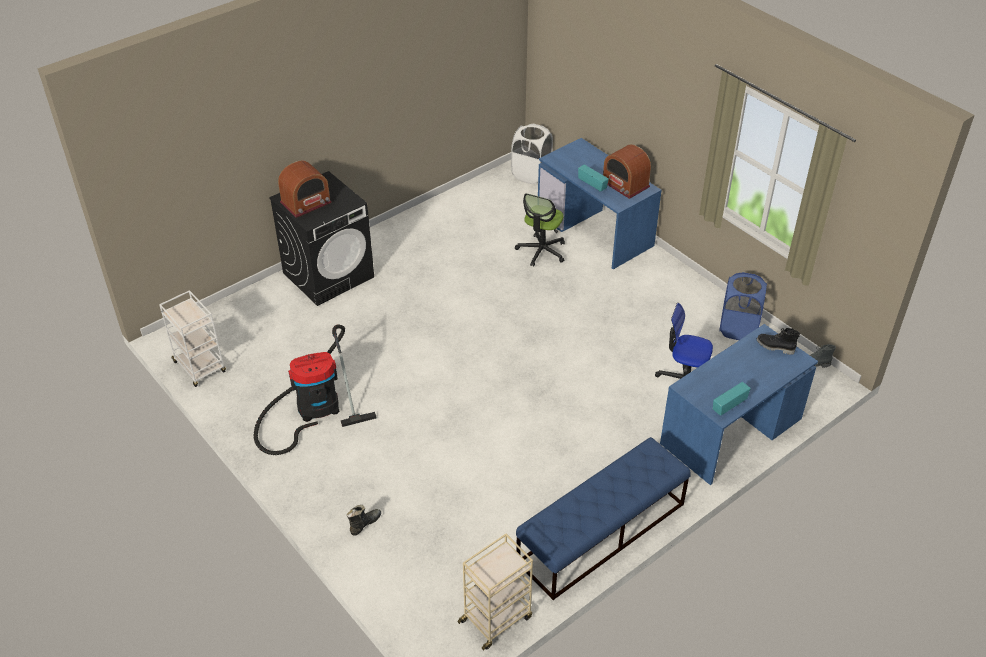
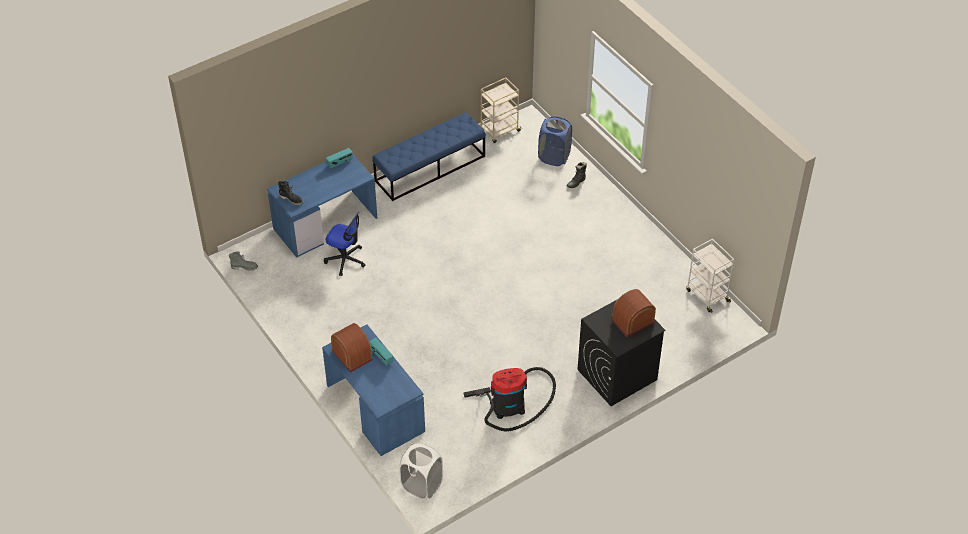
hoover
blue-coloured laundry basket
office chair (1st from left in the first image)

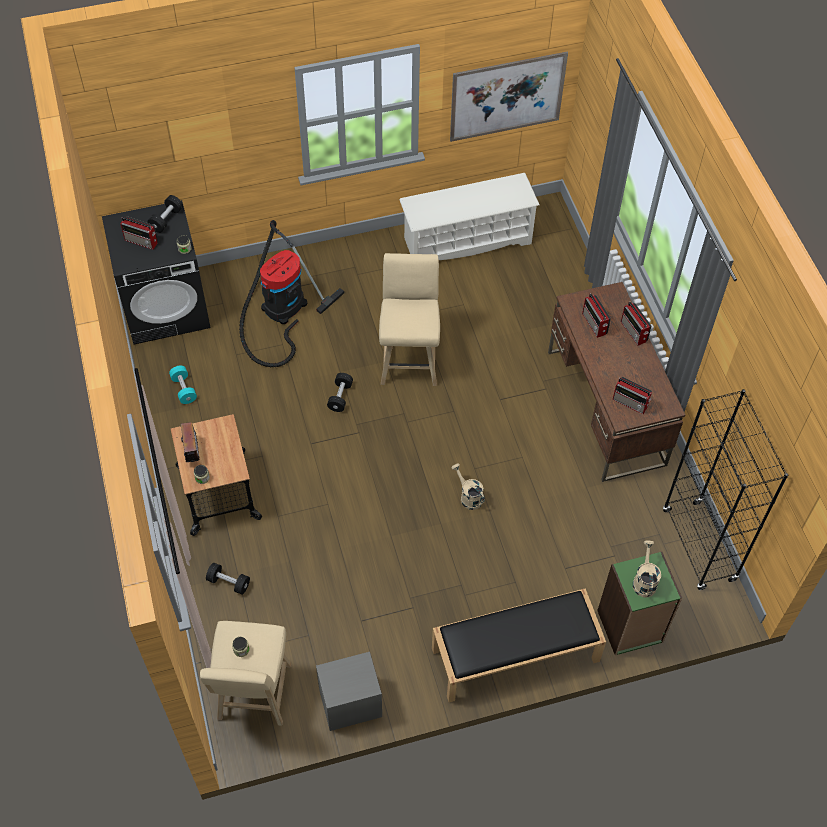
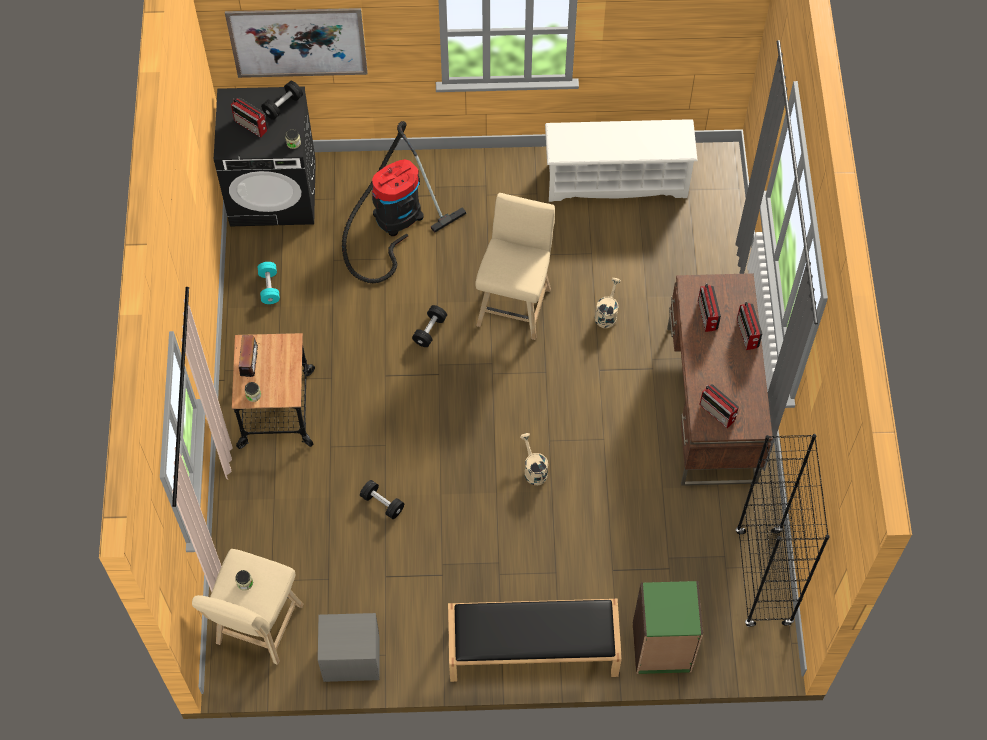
wall art
black-coloured hand weight (2nd from left)
sand-coloured watering can (2nd from left)

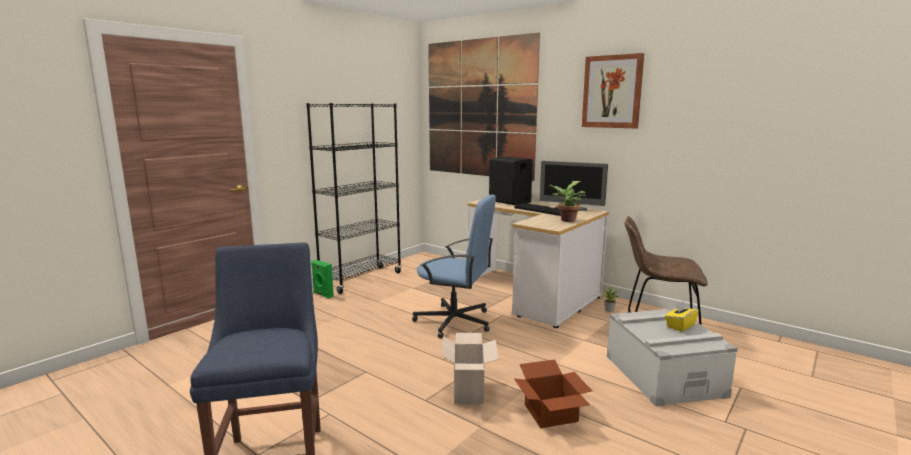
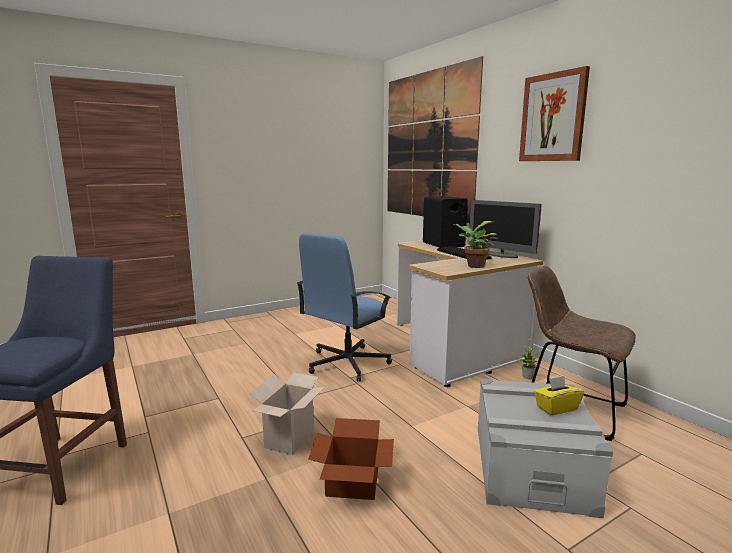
blue-coloured office chair
black-coloured bookcase
green speaker

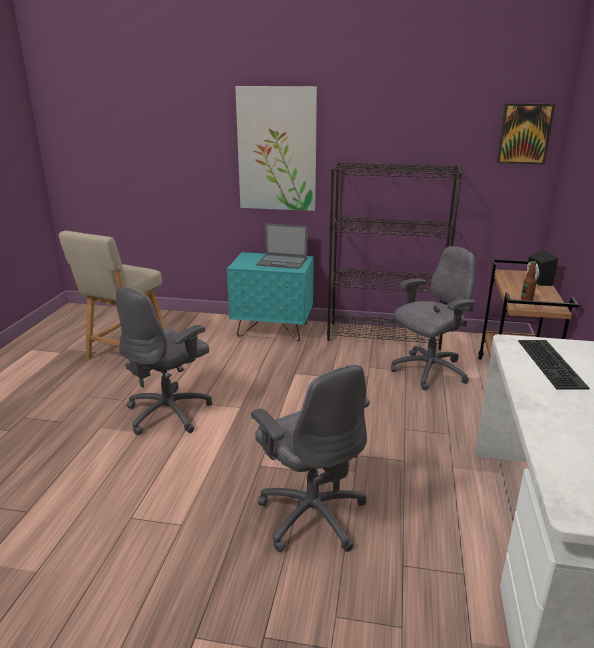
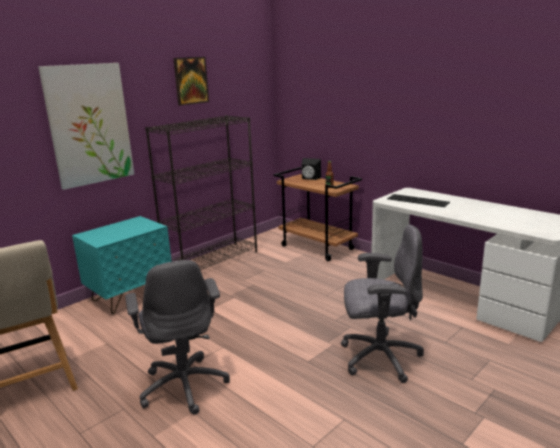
wall art (2nd from left)
portable computer
greyish office chair (3rd from left in the first image)

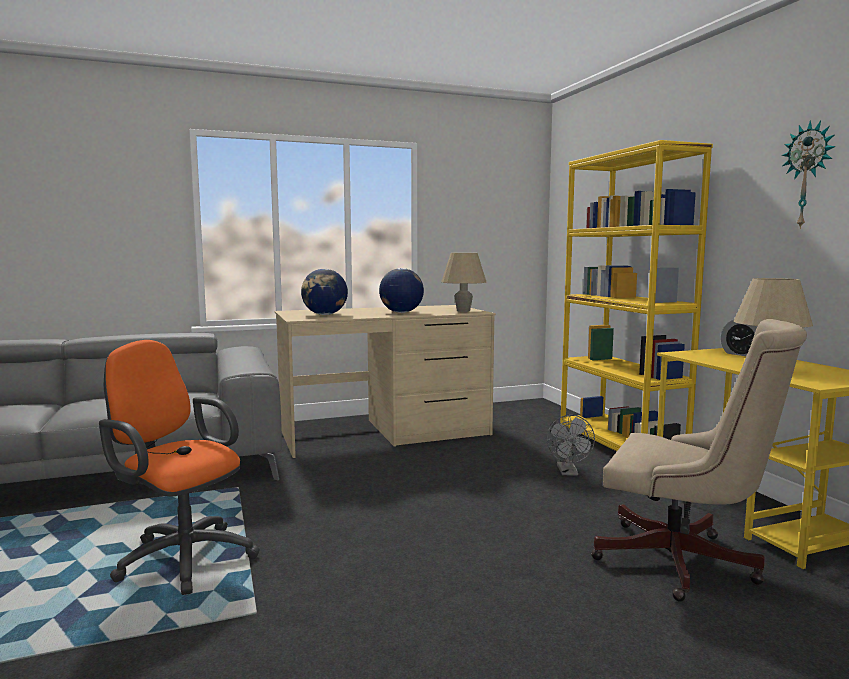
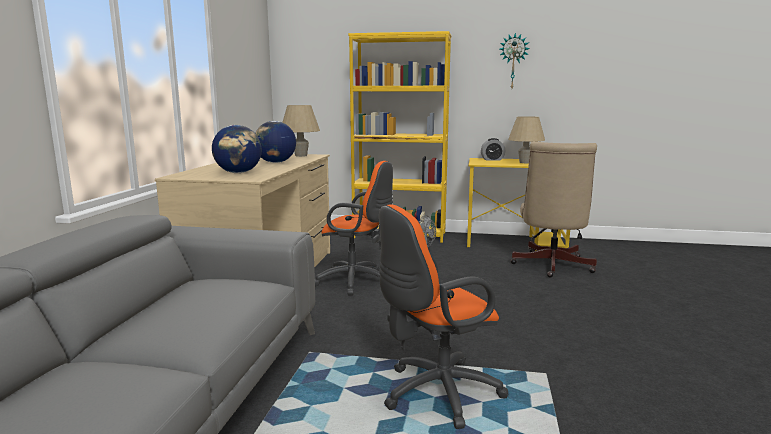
orange-coloured office chair (1st from left)
sand-coloured office chair

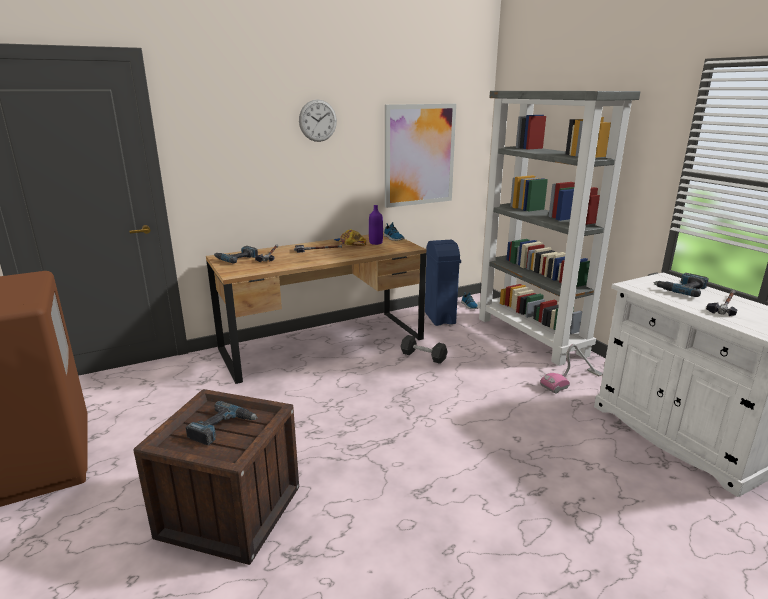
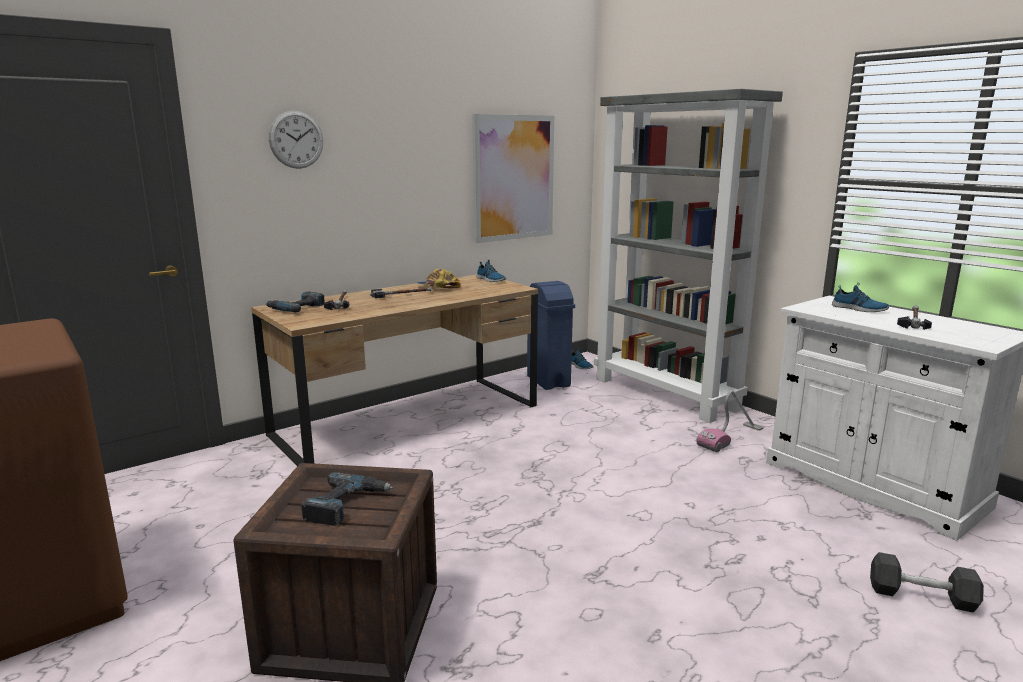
clock on the wall
low shoe (3rd from left)
black-coloured hand weight
purplish drink bottle

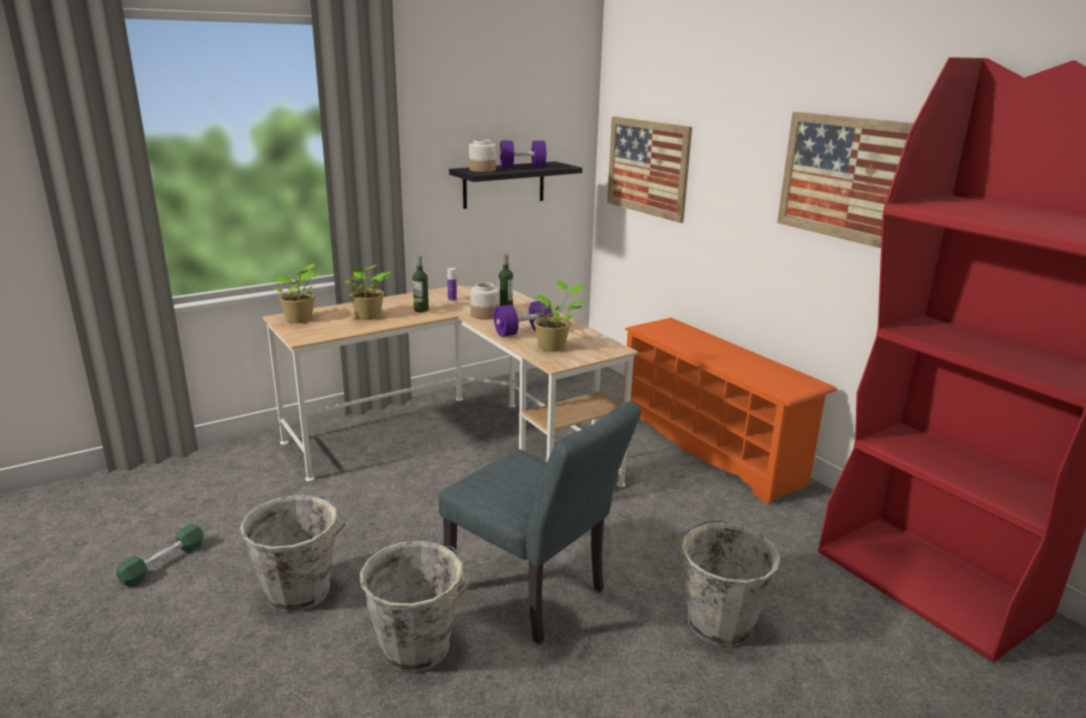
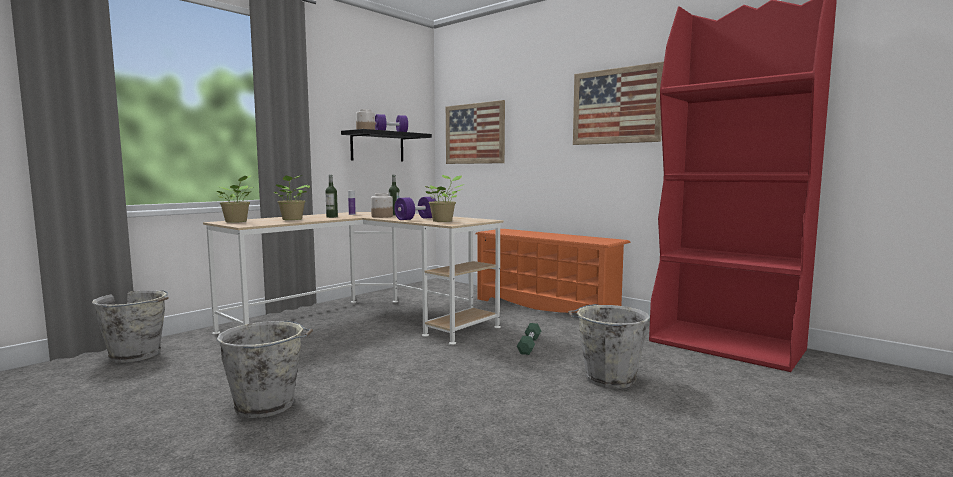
greyish bucket (1st from left)
green hand weight
greyish upright chair

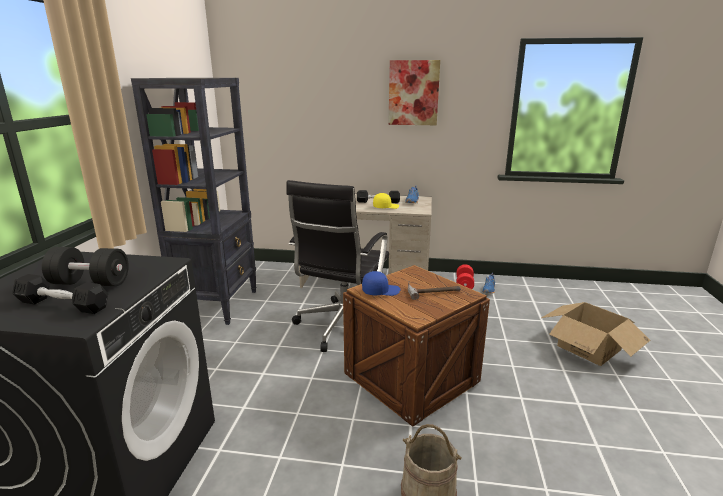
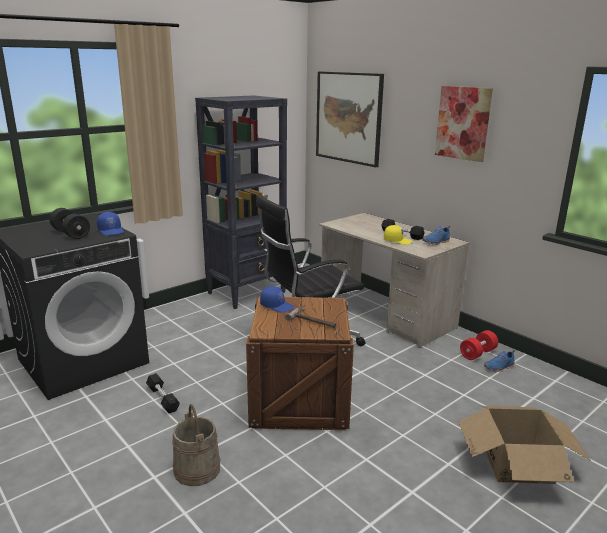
blue-coloured baseball cap (1st from left)
black-coloured hand weight (2nd from left)
wall art (1st from left)

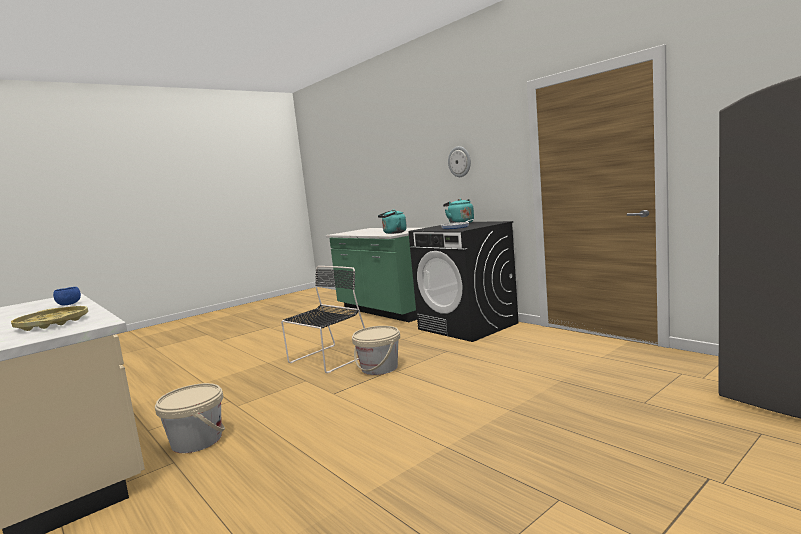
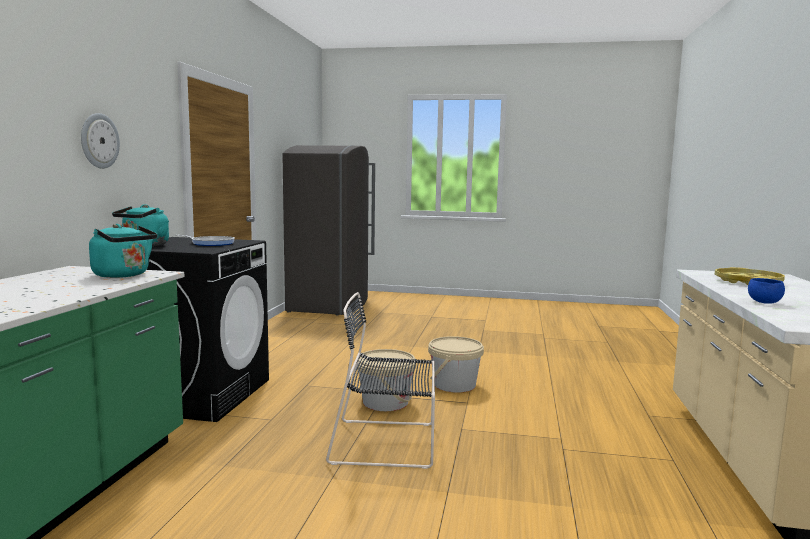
sand-coloured bucket (2nd from left)

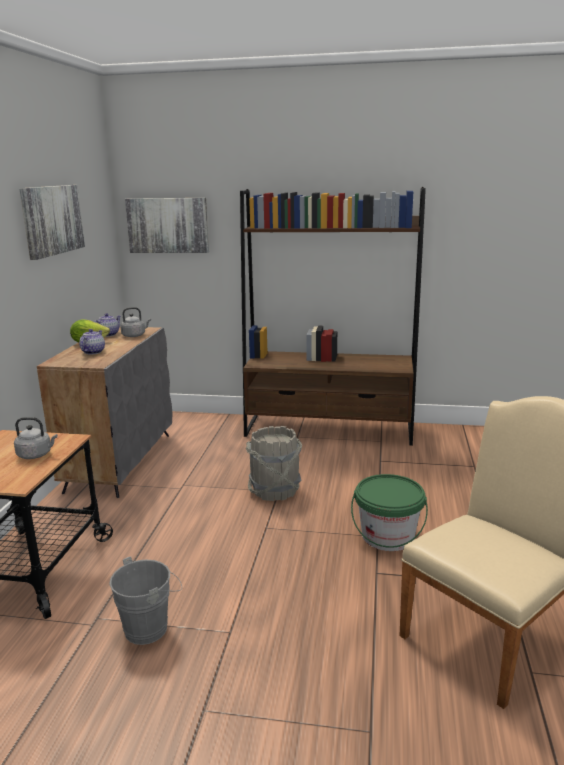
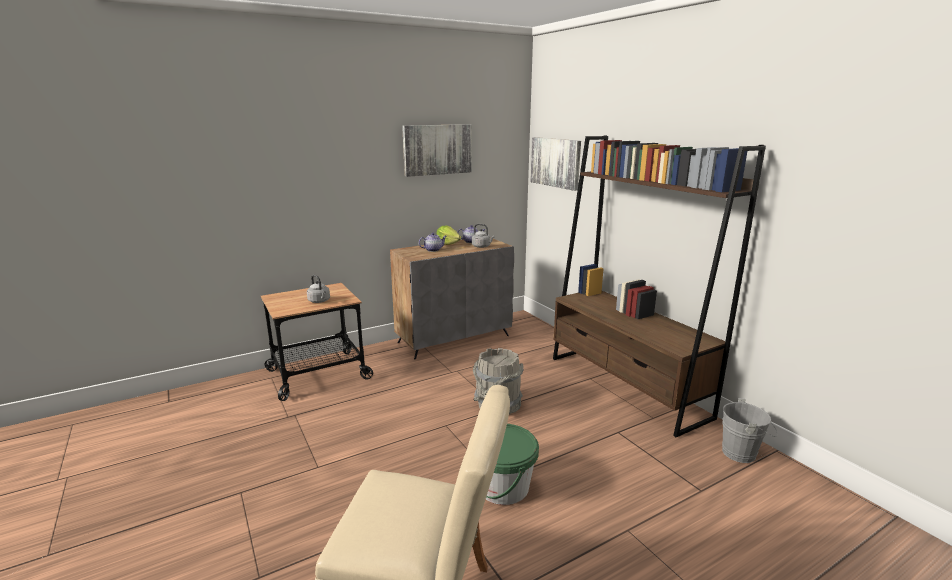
greyish bucket (2nd from left)

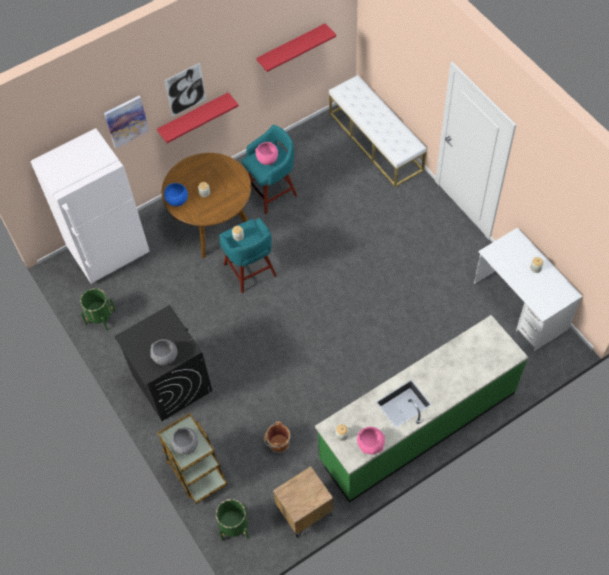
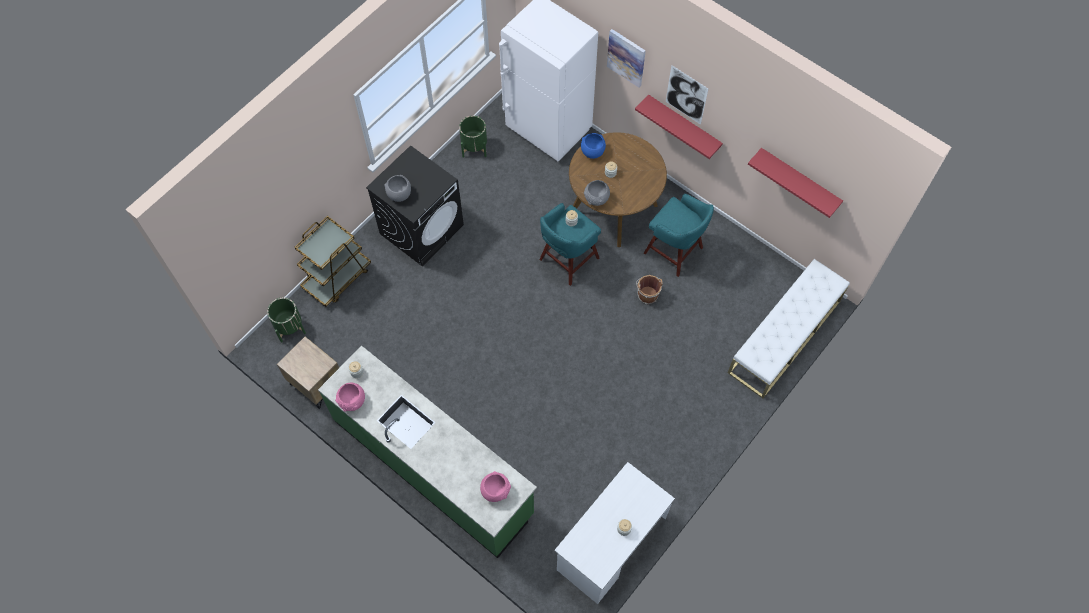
pinkish bowl (2nd from left)
greyish bowl (2nd from left)
brown bucket

